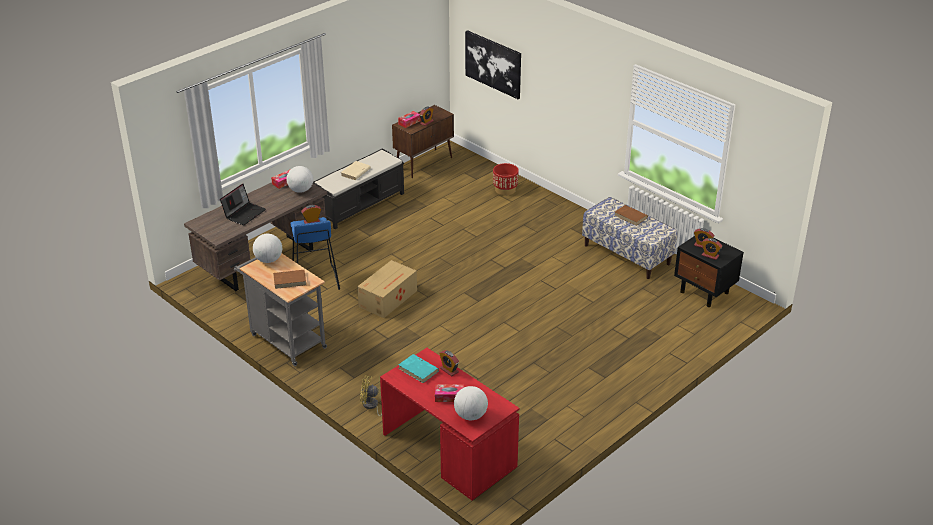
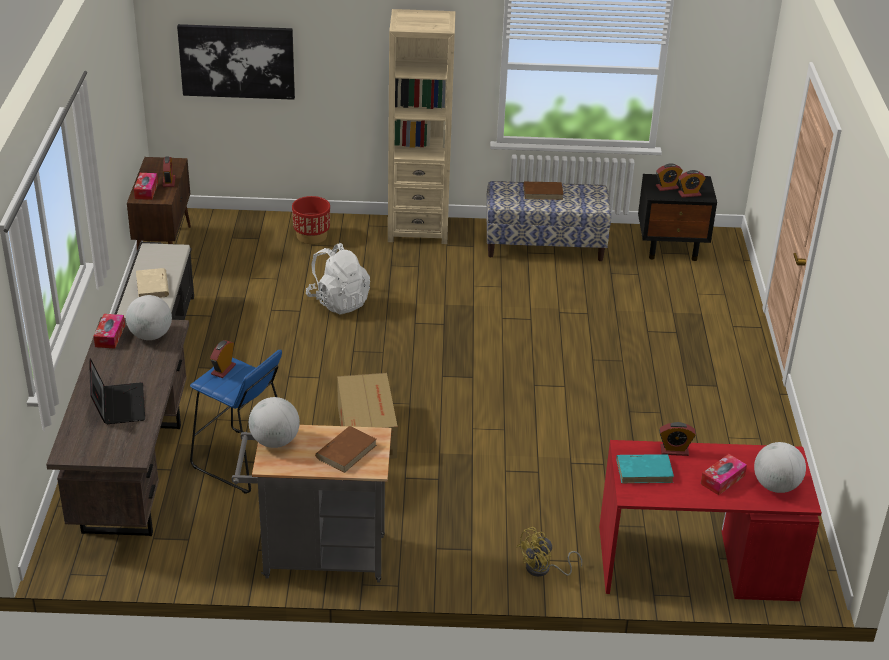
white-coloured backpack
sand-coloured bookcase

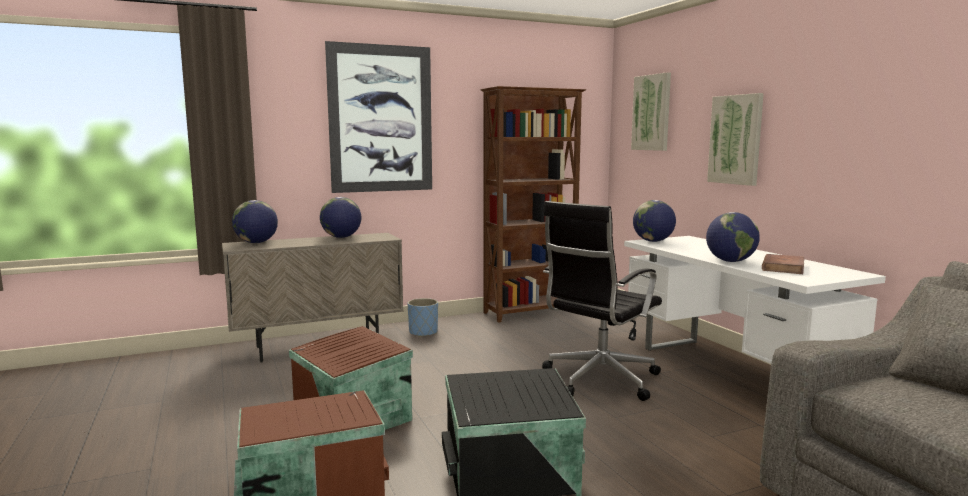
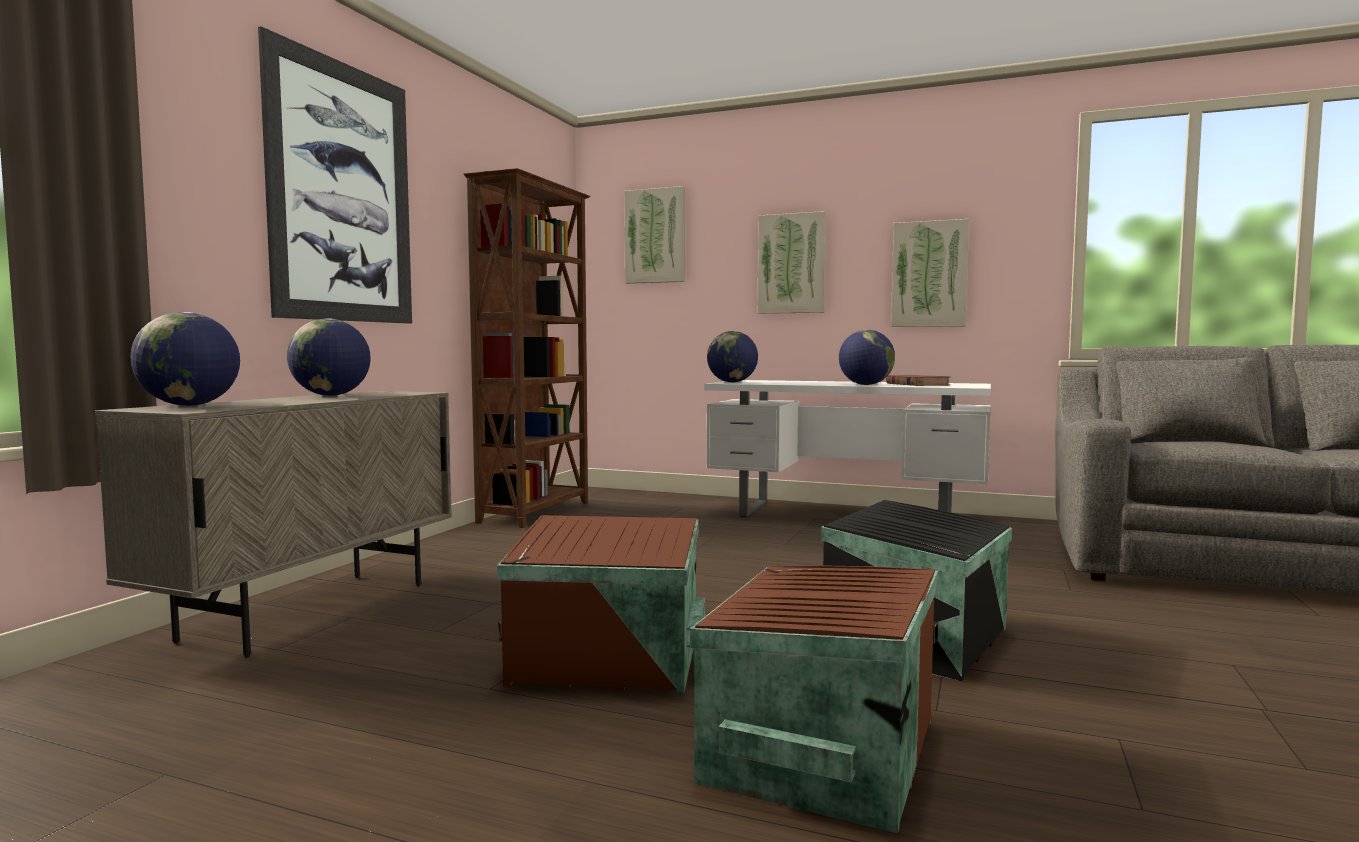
wall art (4th from left)
blue-coloured planter
black-coloured office chair

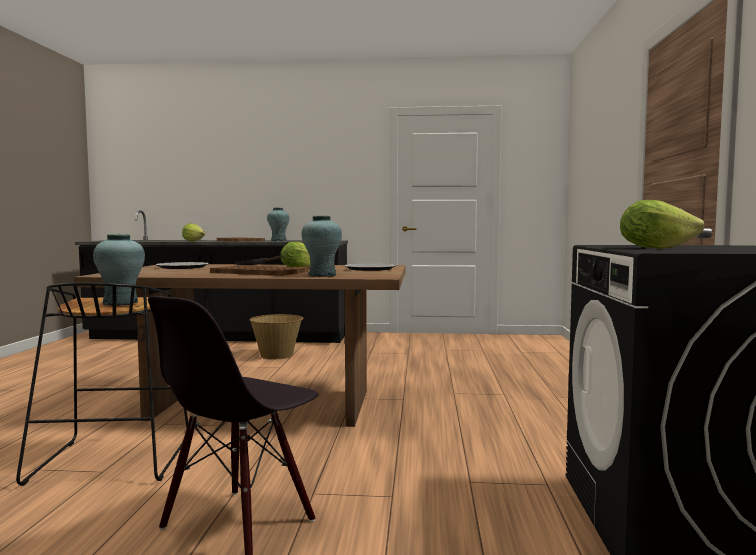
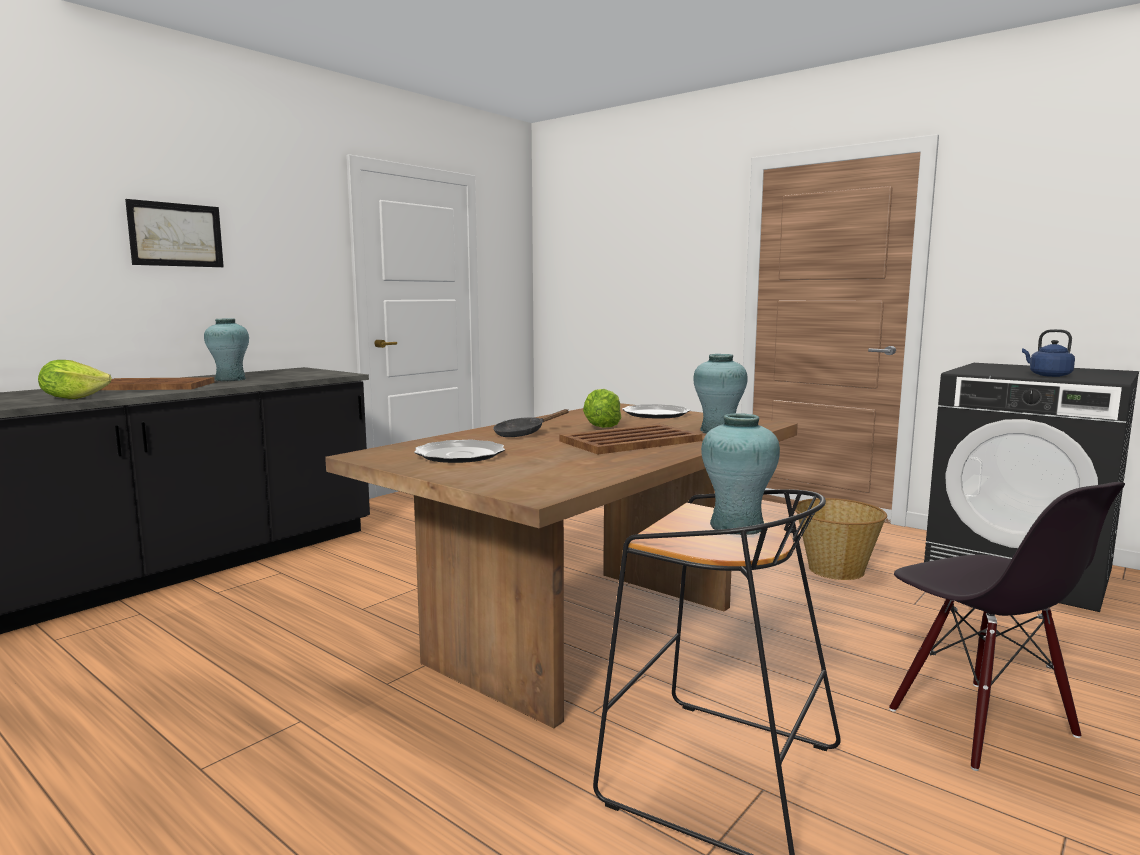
wall art
basket
blue-coloured kettle

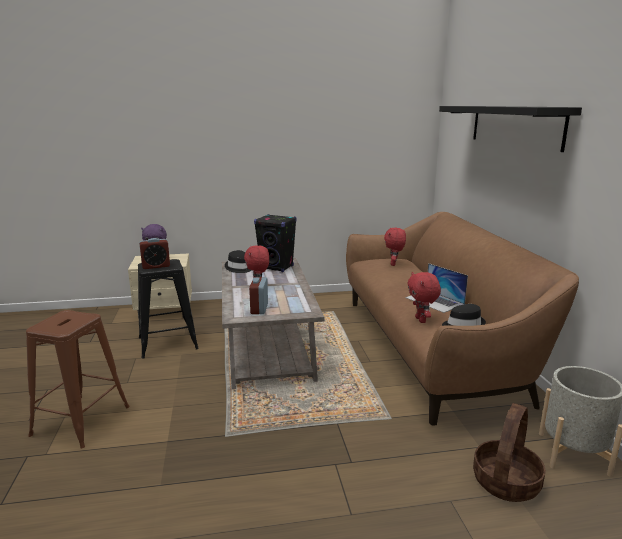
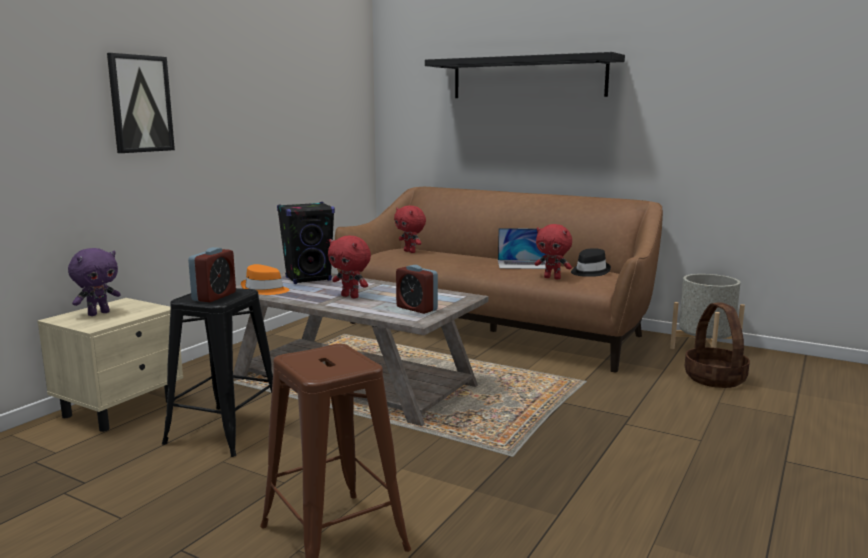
wall art
orange-coloured clothing hat

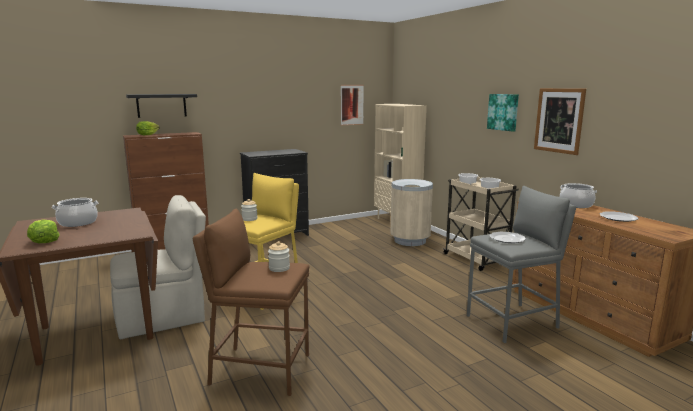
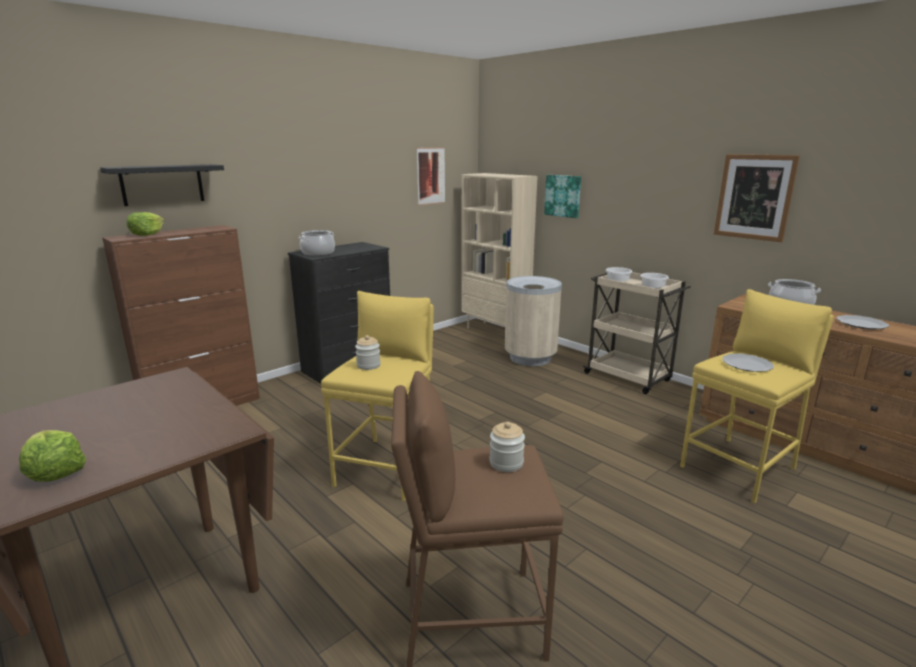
saucepot (1st from left)
wall art (2nd from left)
yellow stool (2nd from left)
sand-coloured upright chair

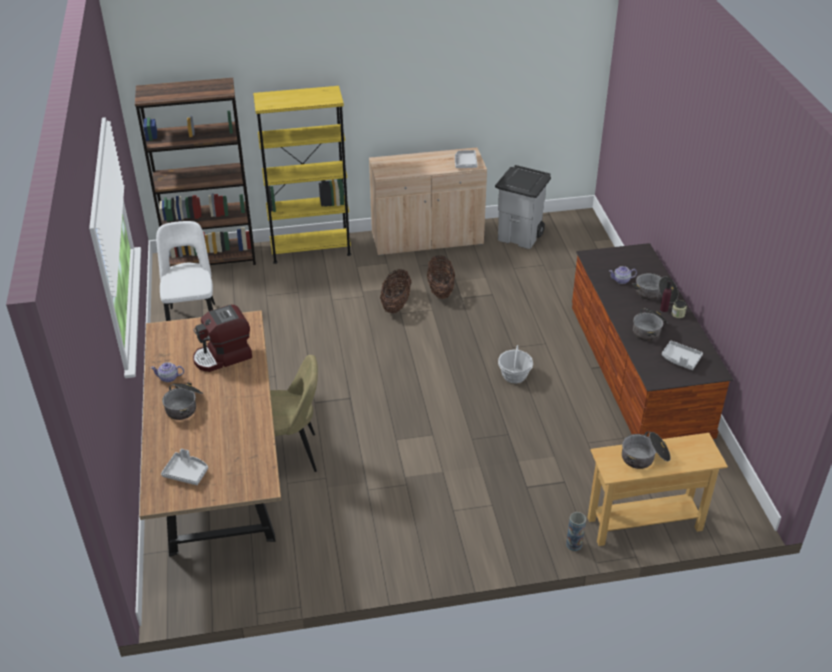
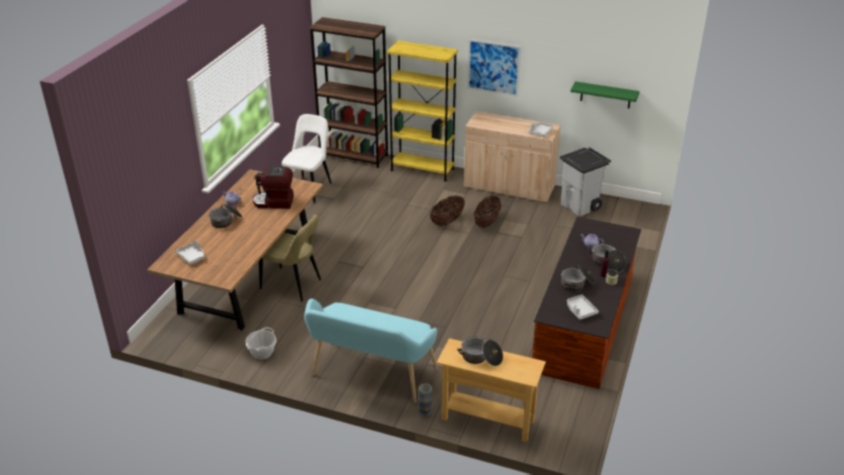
basket (1st from left)
turquoise-coloured indoor bench
wall art
green shelf

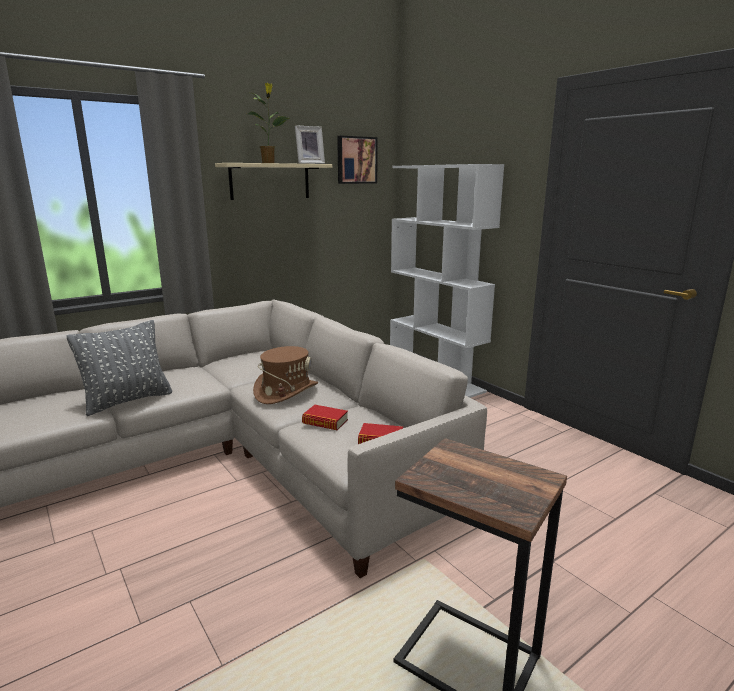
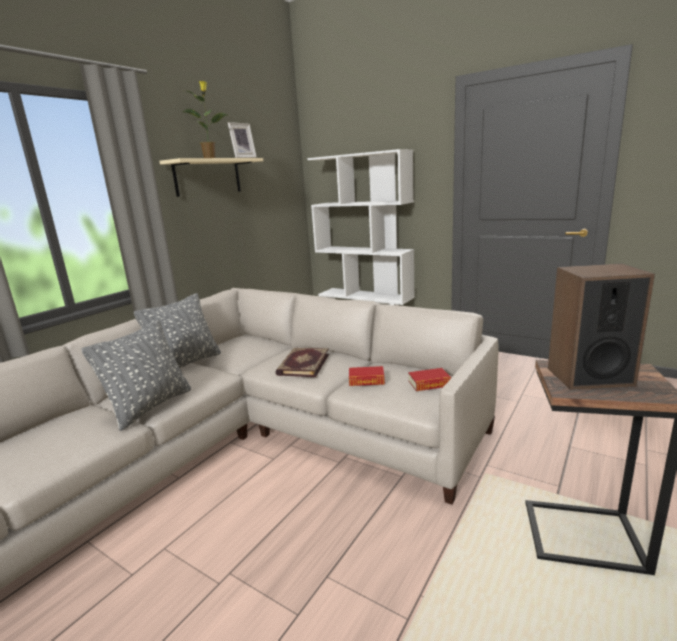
greyish cushion (2nd from left)
book (1st from left)
speaker
wall art

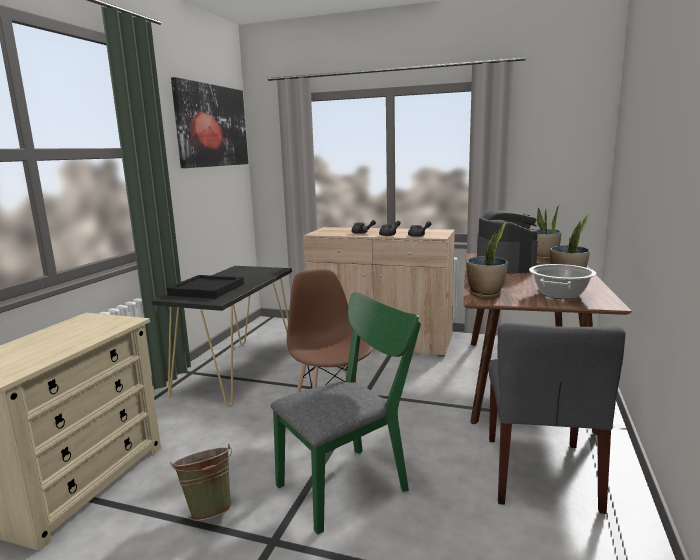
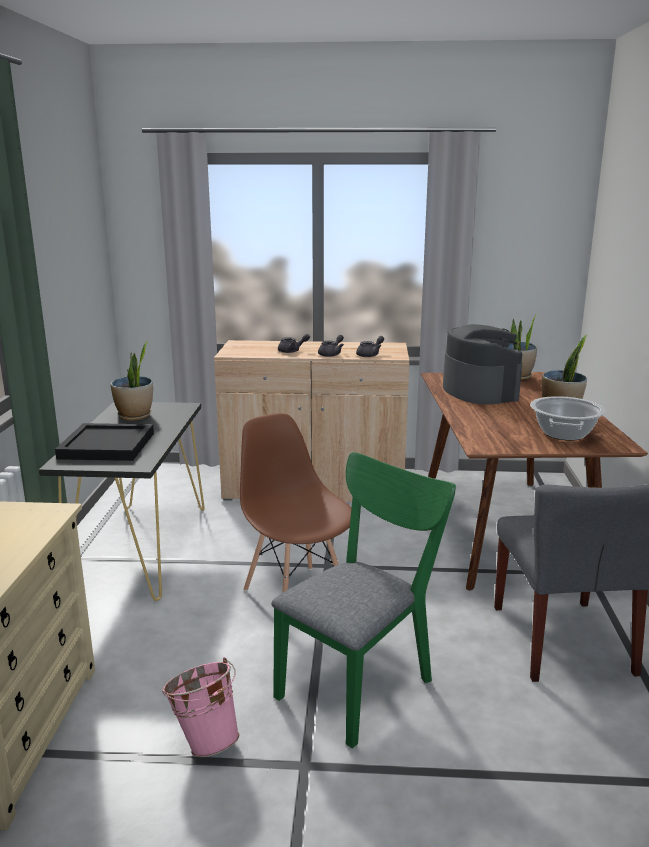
potted plant (1st from left)
pinkish bucket
wall art

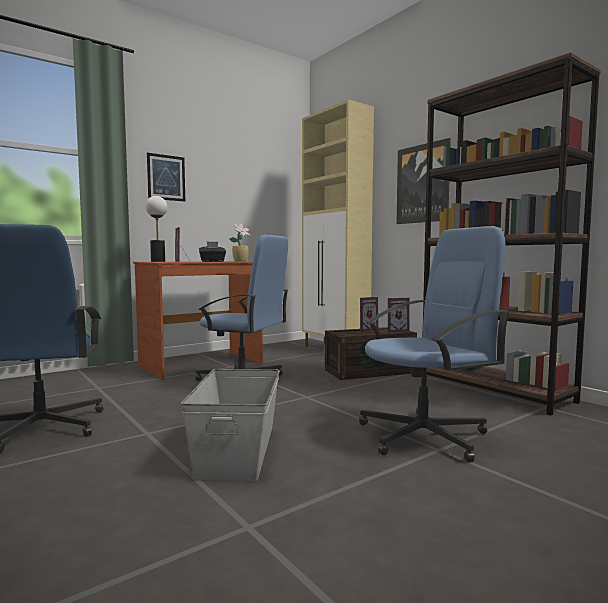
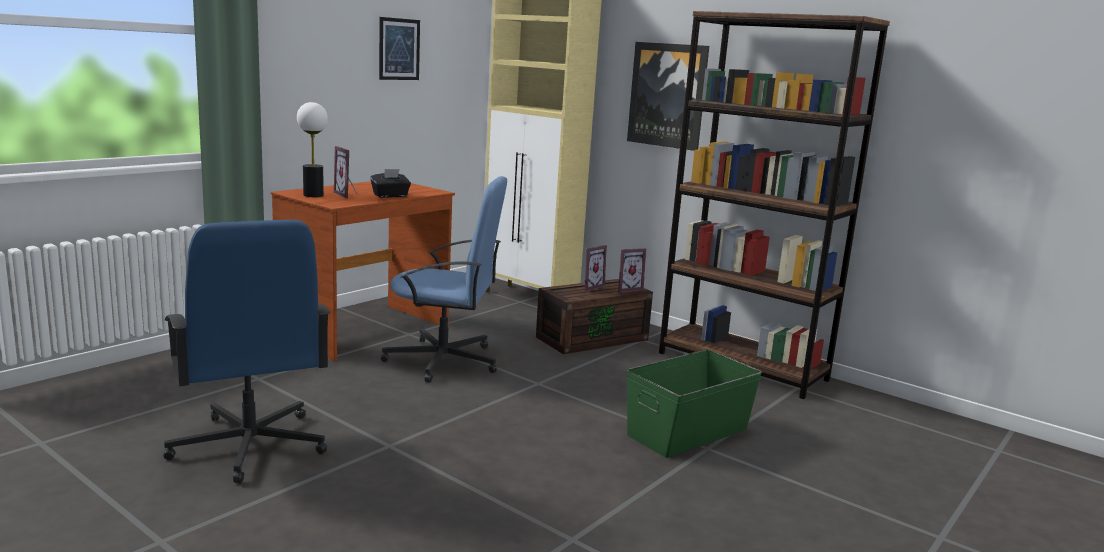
wall art (1st from left)
green storage container
greyish storage container
potted plant

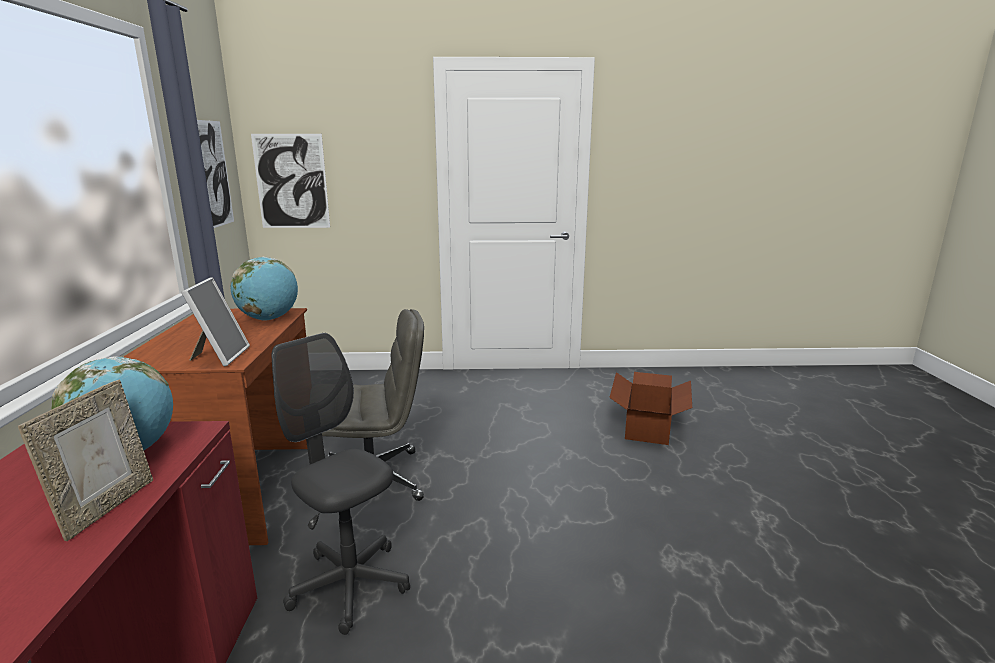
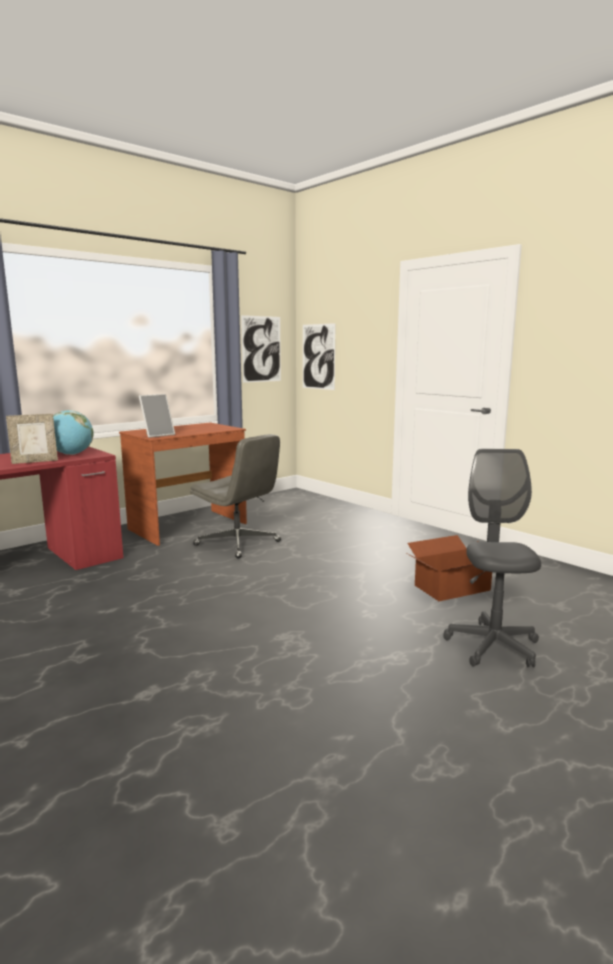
greyish office chair (2nd from left)
world globe (2nd from left in the first image)

